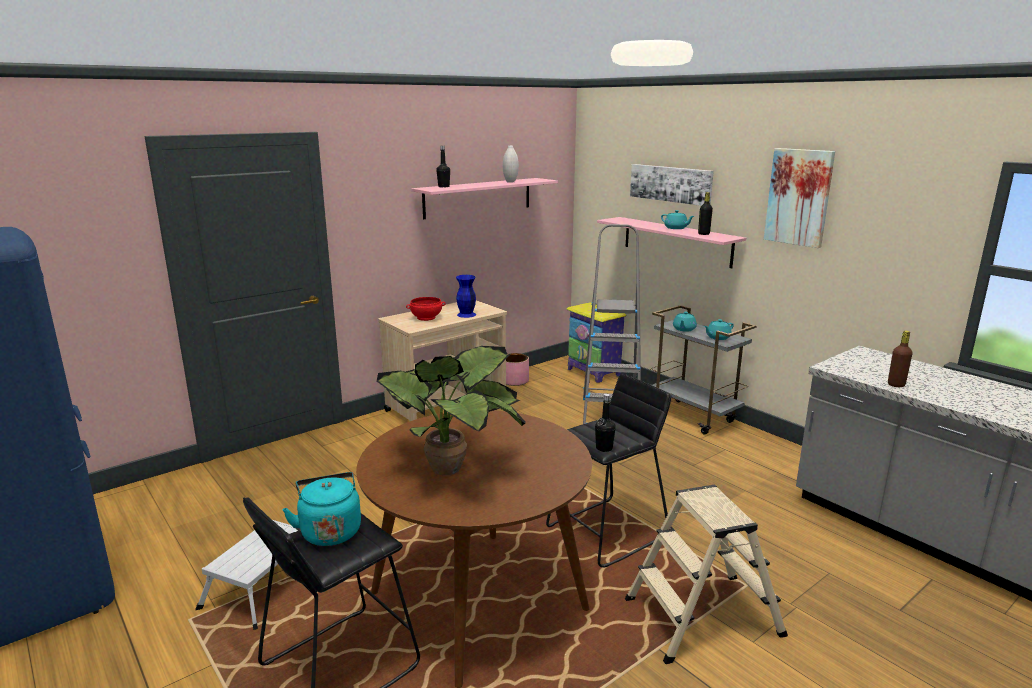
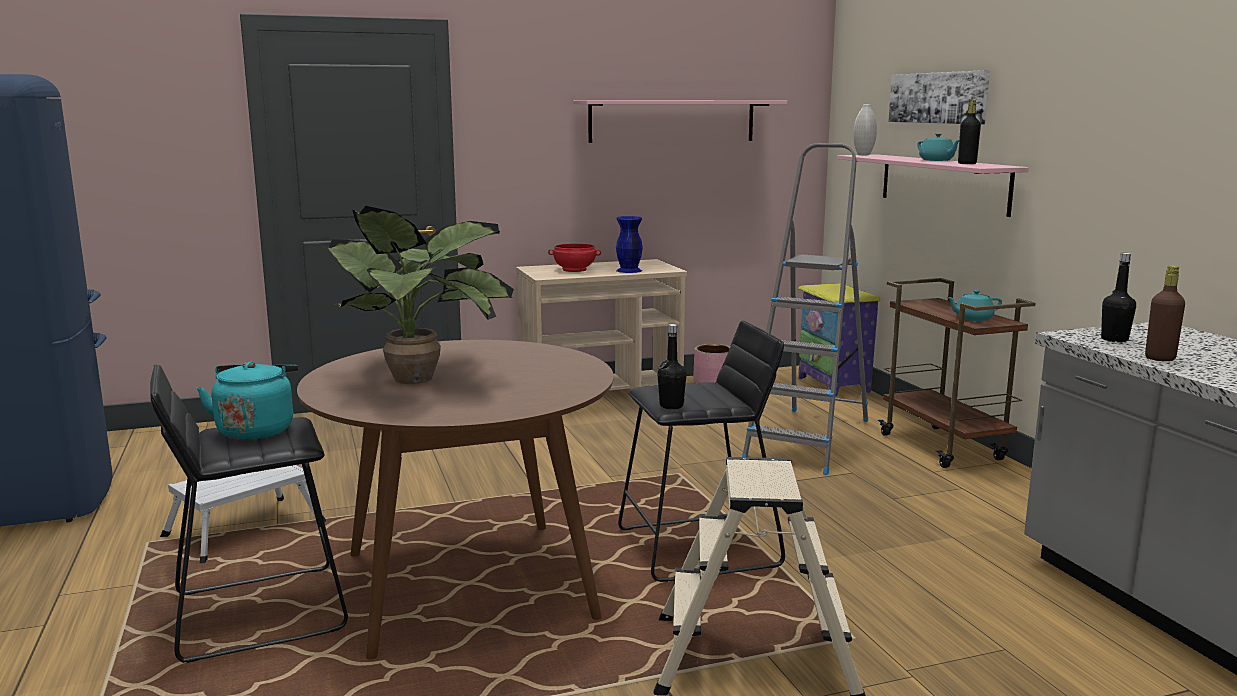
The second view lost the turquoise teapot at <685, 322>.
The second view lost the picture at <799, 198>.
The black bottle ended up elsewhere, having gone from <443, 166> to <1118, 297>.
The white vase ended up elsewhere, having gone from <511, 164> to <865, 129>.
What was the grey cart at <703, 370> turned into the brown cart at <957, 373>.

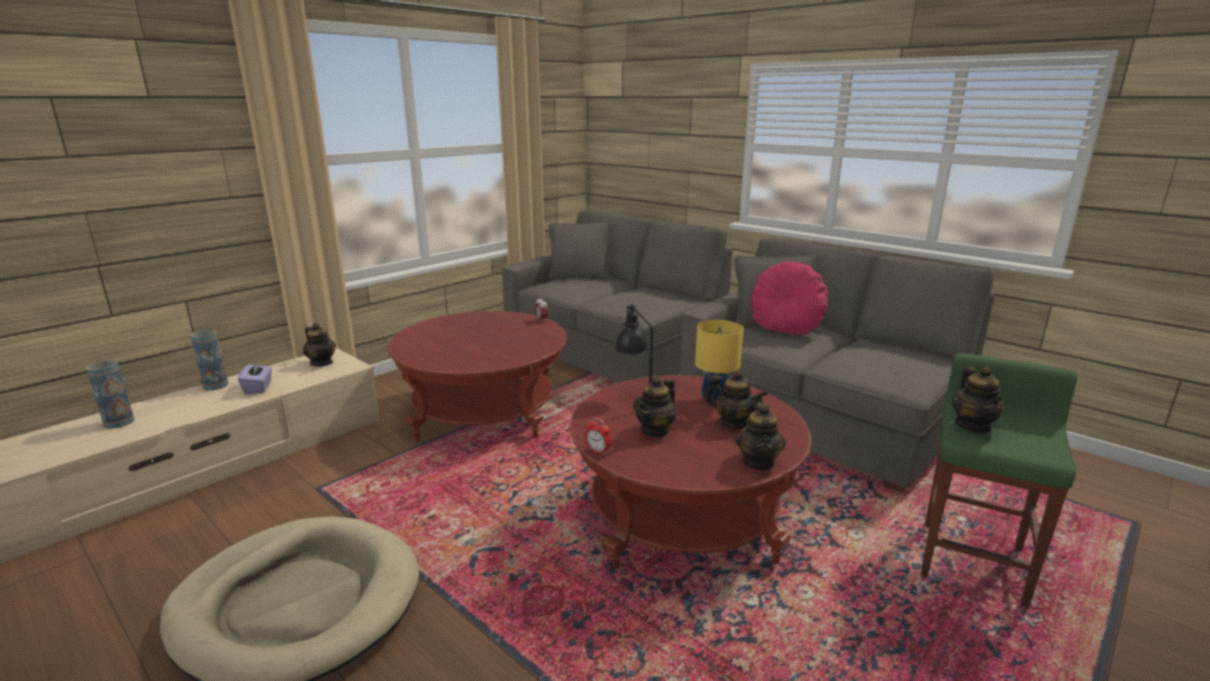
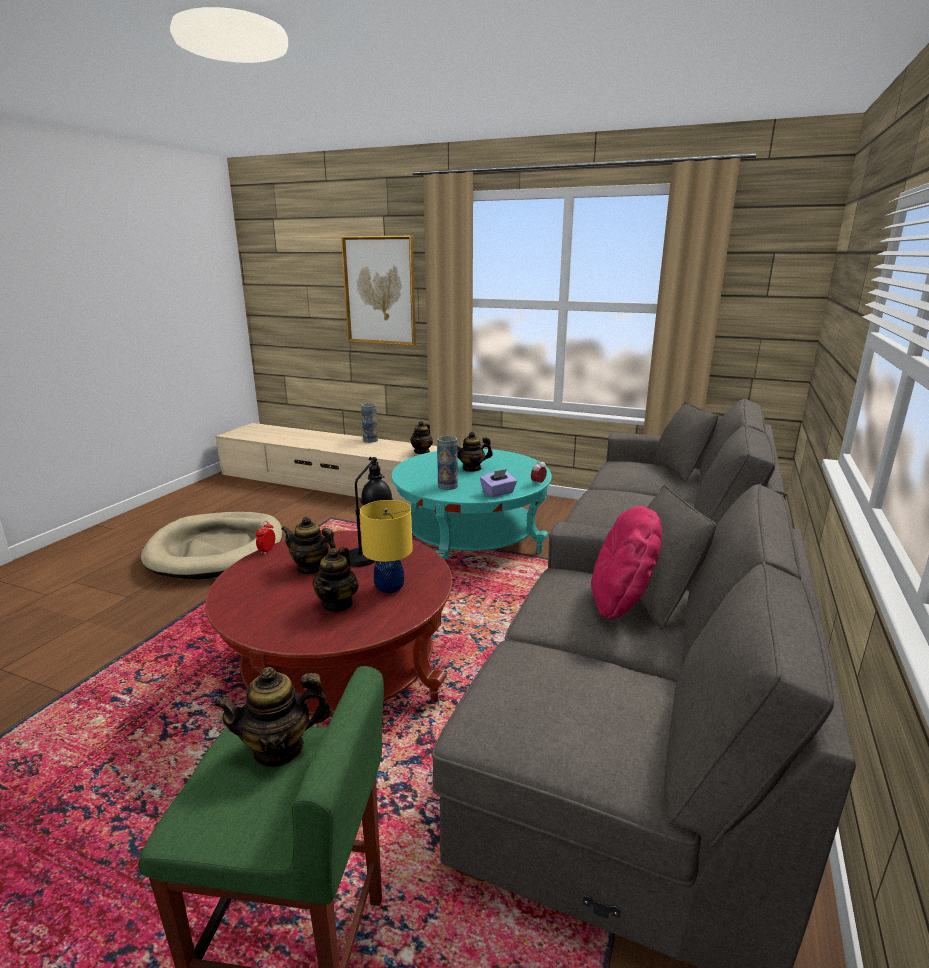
The second view gained the picture at <378, 290>.
The vase ended up elsewhere, having gone from <110, 394> to <447, 463>.
The purple tissue box ended up elsewhere, having gone from <255, 377> to <498, 483>.
The teapot ended up elsewhere, having gone from <761, 437> to <475, 452>.
What was the red coffee table at <477, 376> turned into the turquoise coffee table at <472, 504>.

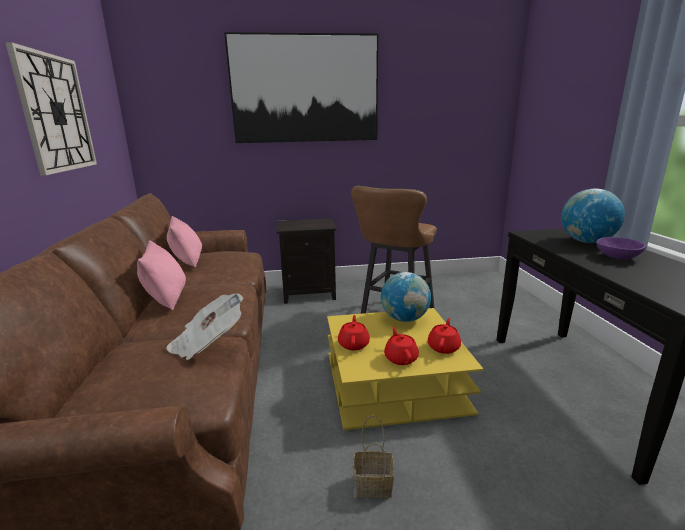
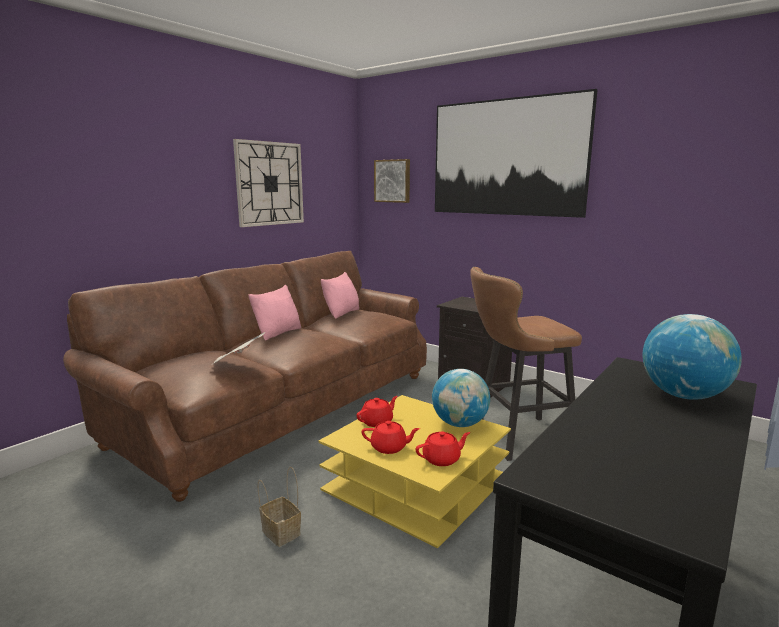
The second view lost the purple bowl at <621, 248>.
The second view gained the picture at <392, 181>.
The red teapot at <401, 346> ended up facing another way, 60 degrees clockwise from before.

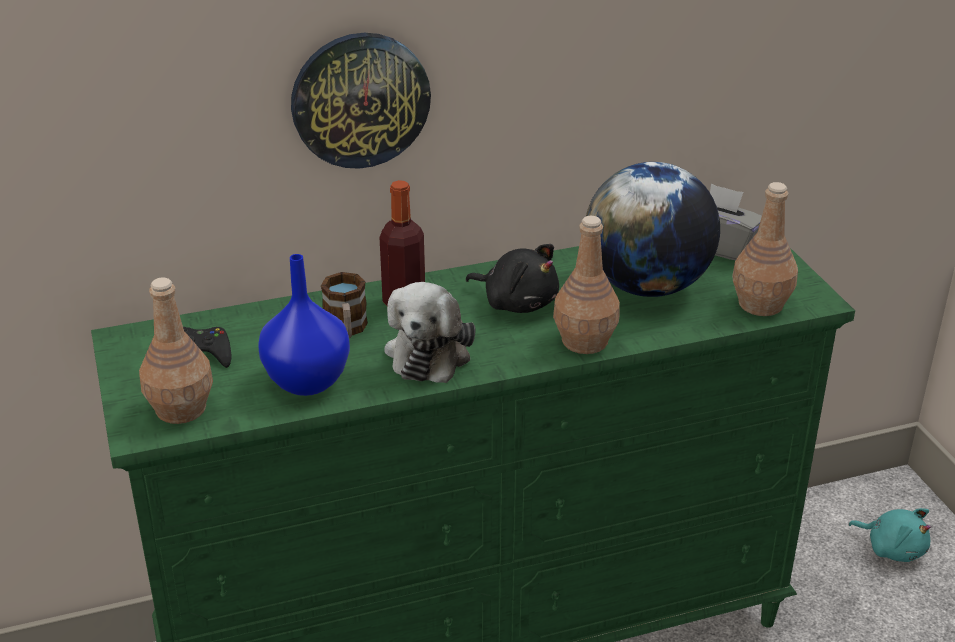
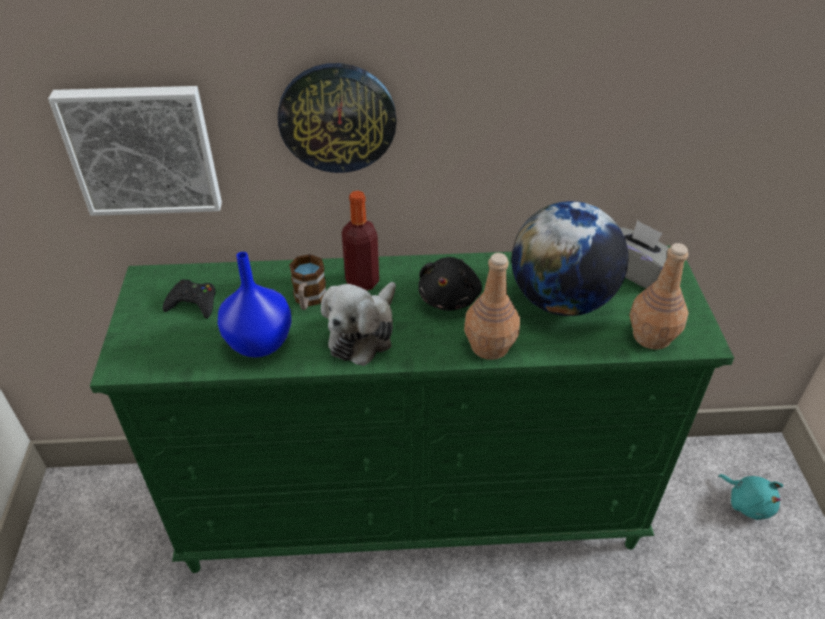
The second view lost the brown bottle at <176, 350>.
The second view gained the picture at <135, 151>.
The black plush toy at <512, 278> ended up facing another way, 60 degrees clockwise from before.

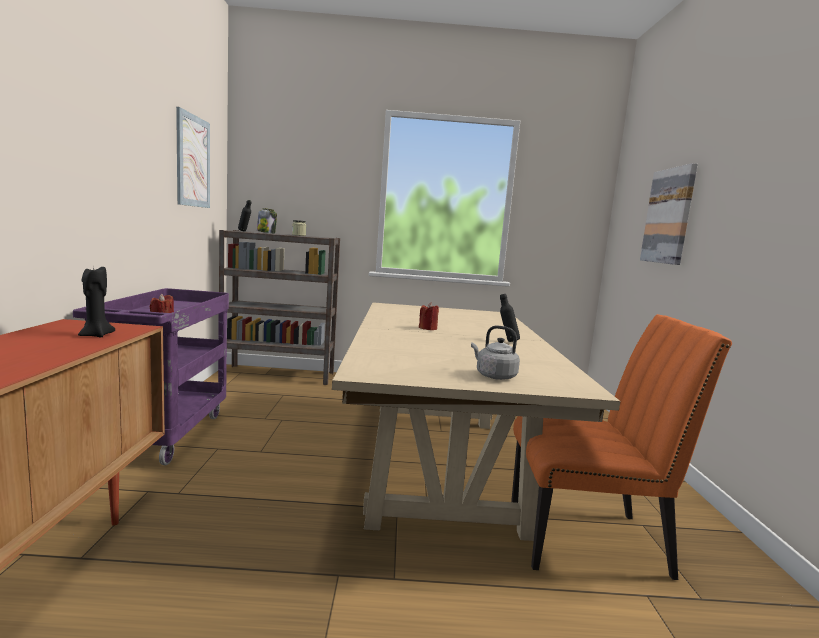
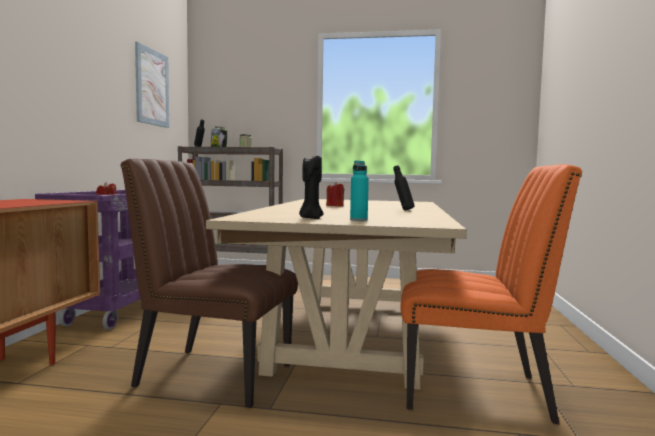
The second view lost the picture at <669, 214>.
The second view gained the brown chair at <209, 283>.
The black candle ended up elsewhere, having gone from <96, 301> to <311, 187>.
Where the grey kettle stood at <495, 352>, the turquoise bottle came to stand at <359, 191>.

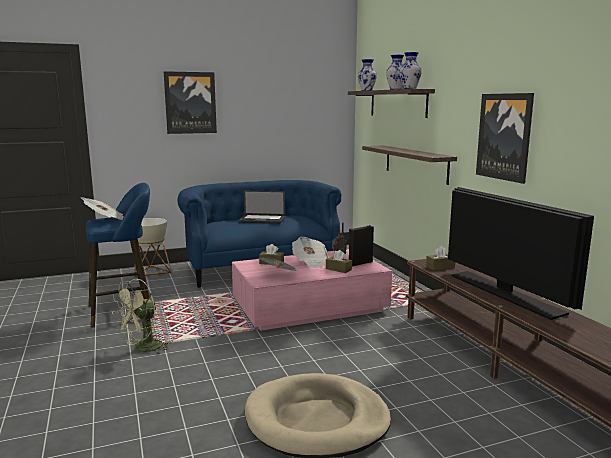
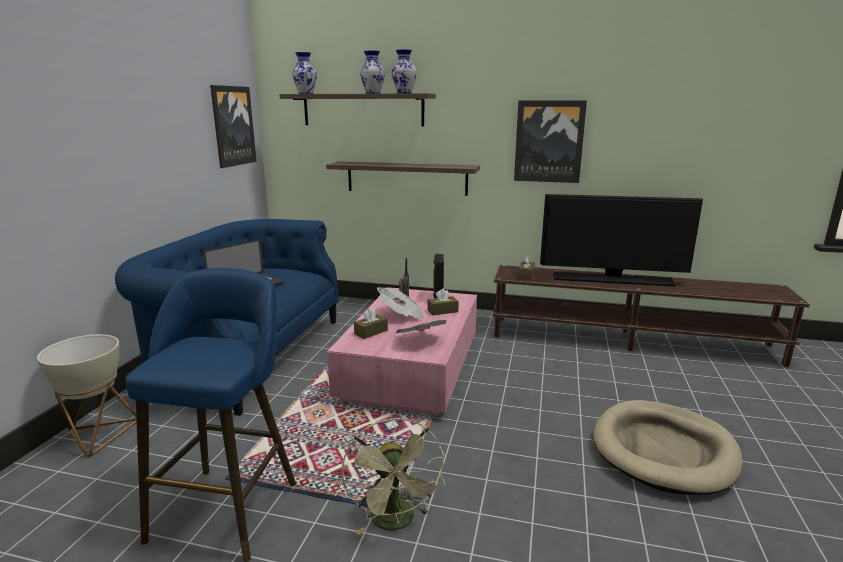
The second view lost the newspaper at <102, 208>.
The picture ended up elsewhere, having gone from <190, 102> to <233, 126>.

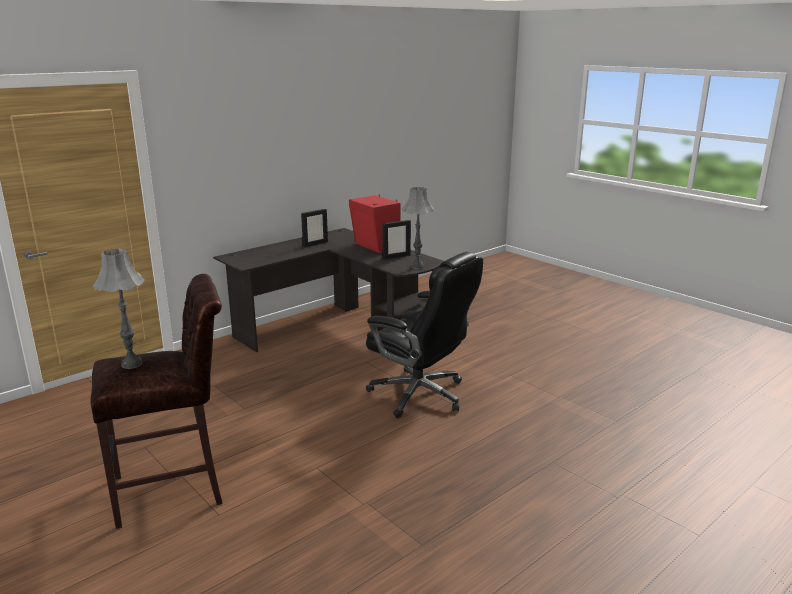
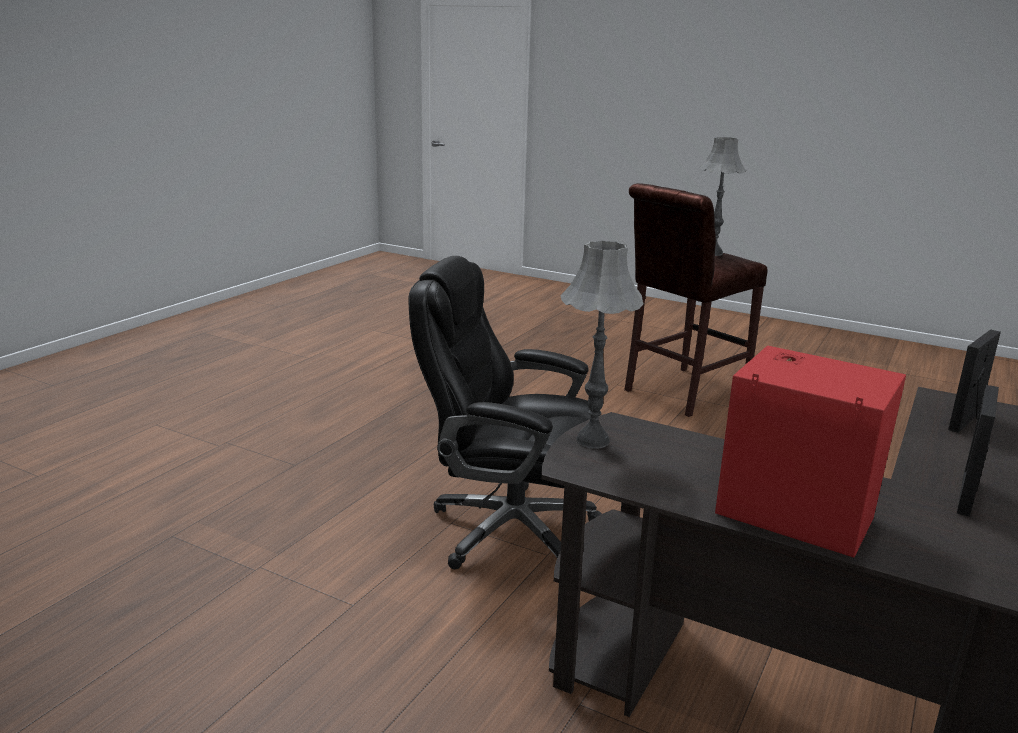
The picture frame ended up elsewhere, having gone from <396, 240> to <974, 381>.

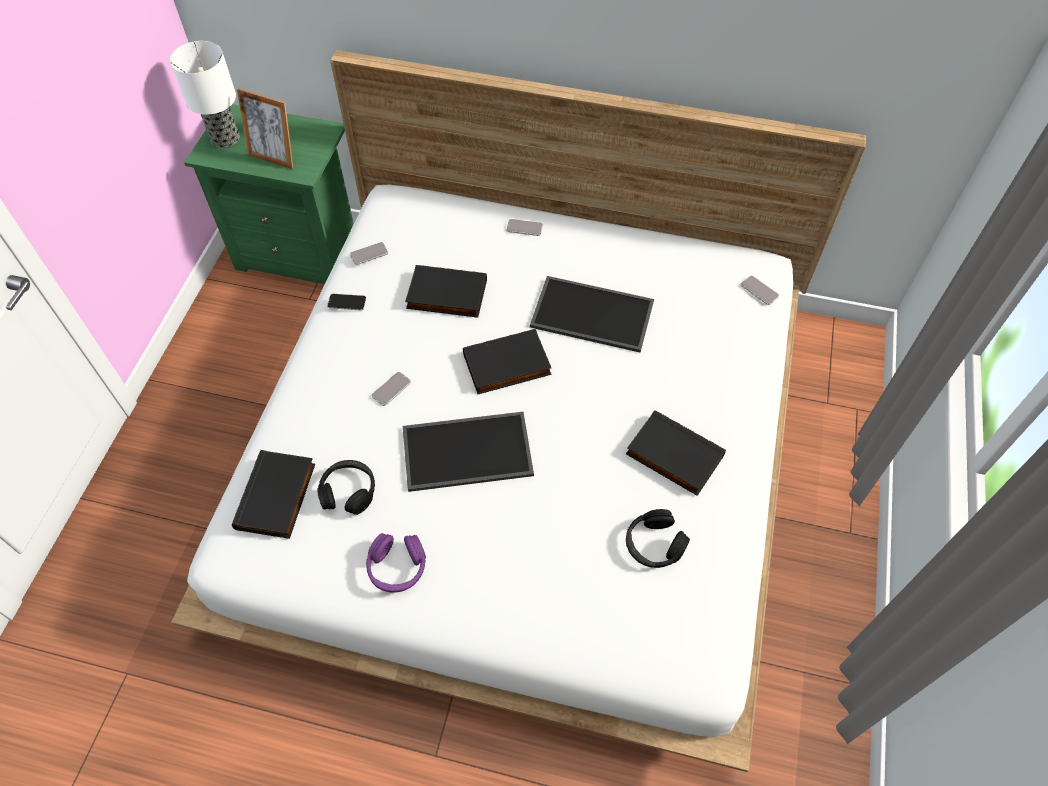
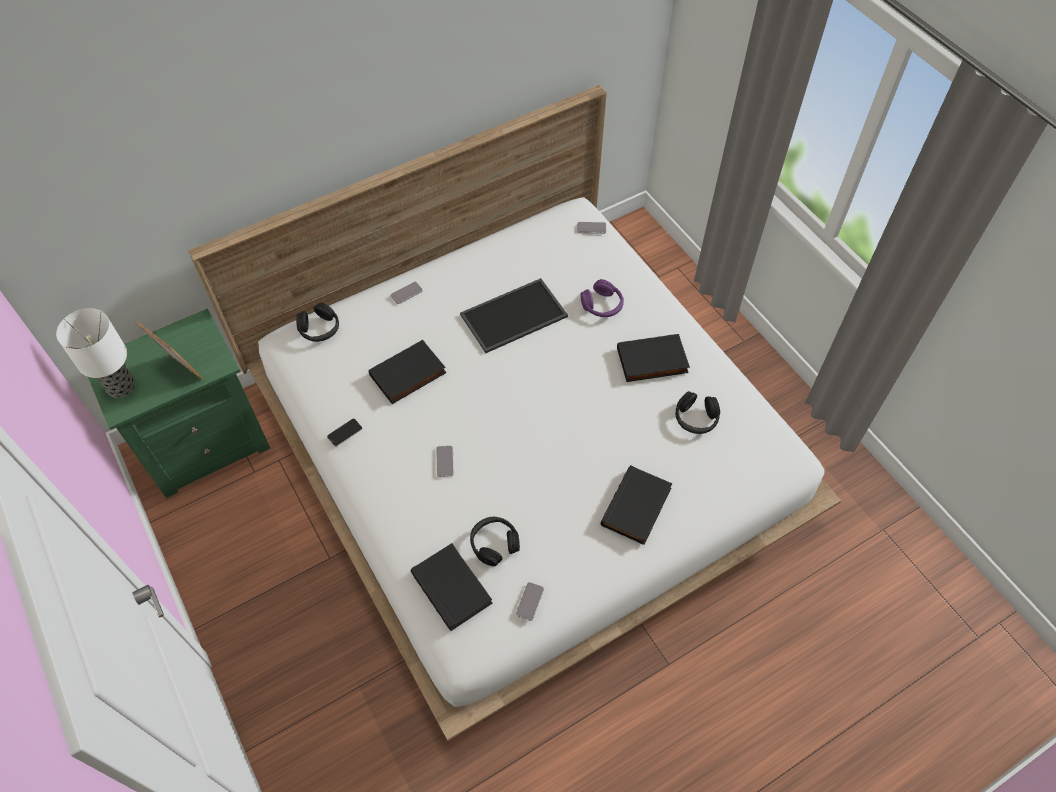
The second view lost the tray at <468, 452>.
The second view gained the black headphones at <317, 322>.
The phone ended up elsewhere, having gone from <369, 253> to <530, 601>.
The purple headphones ended up elsewhere, having gone from <396, 562> to <602, 298>.
The black book ended up elsewhere, having gone from <507, 361> to <636, 505>.
The picture frame at <265, 128> ended up facing another way, 120 degrees counterclockwise from before.

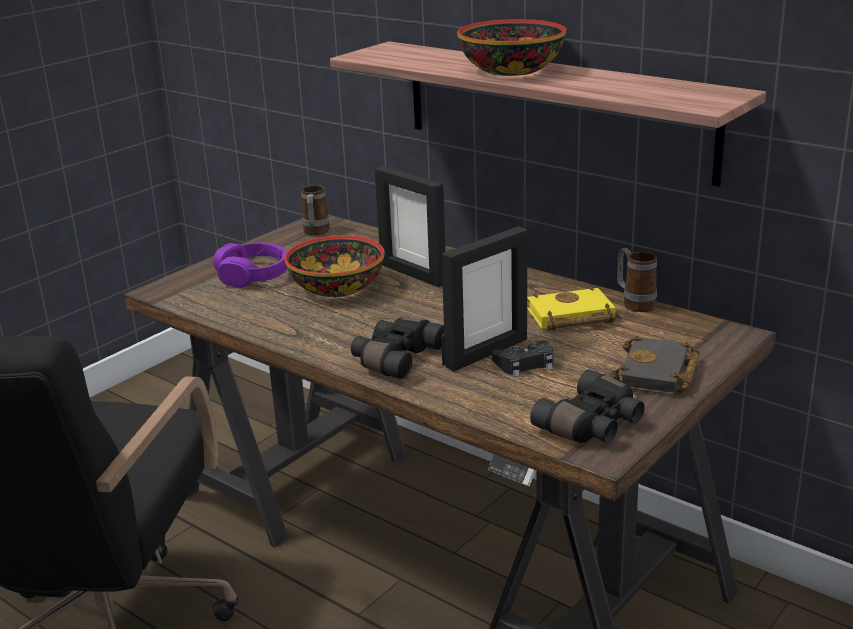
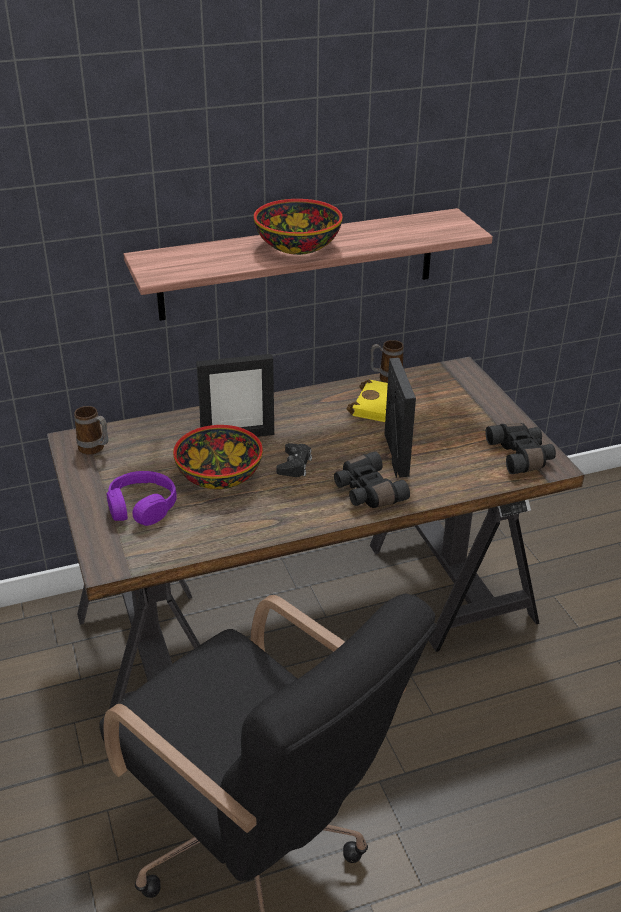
The second view lost the black book at <655, 365>.
The black game controller ended up elsewhere, having gone from <522, 358> to <294, 460>.

